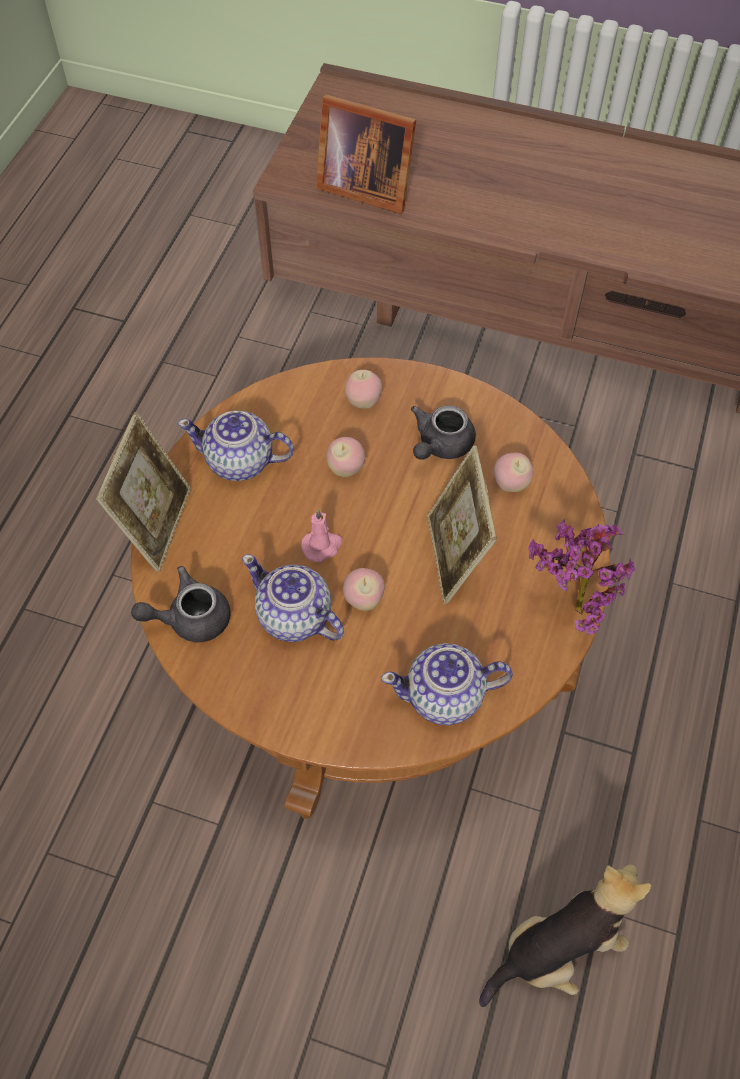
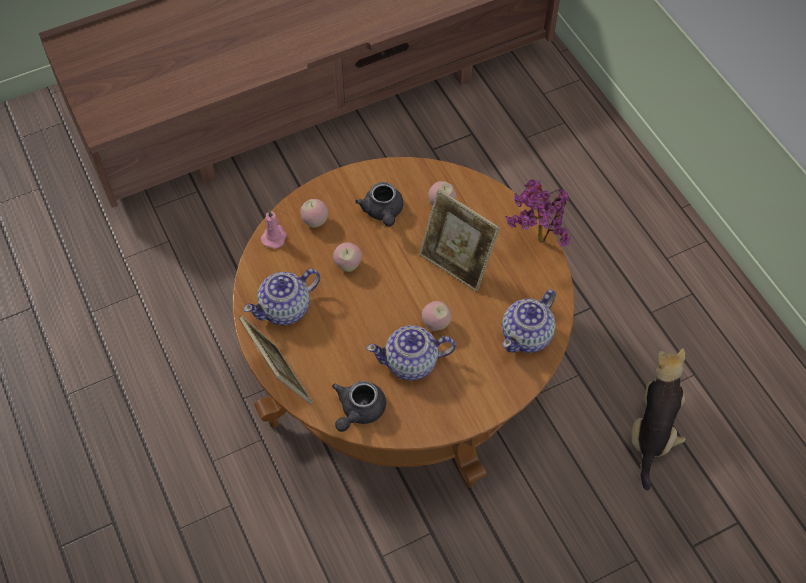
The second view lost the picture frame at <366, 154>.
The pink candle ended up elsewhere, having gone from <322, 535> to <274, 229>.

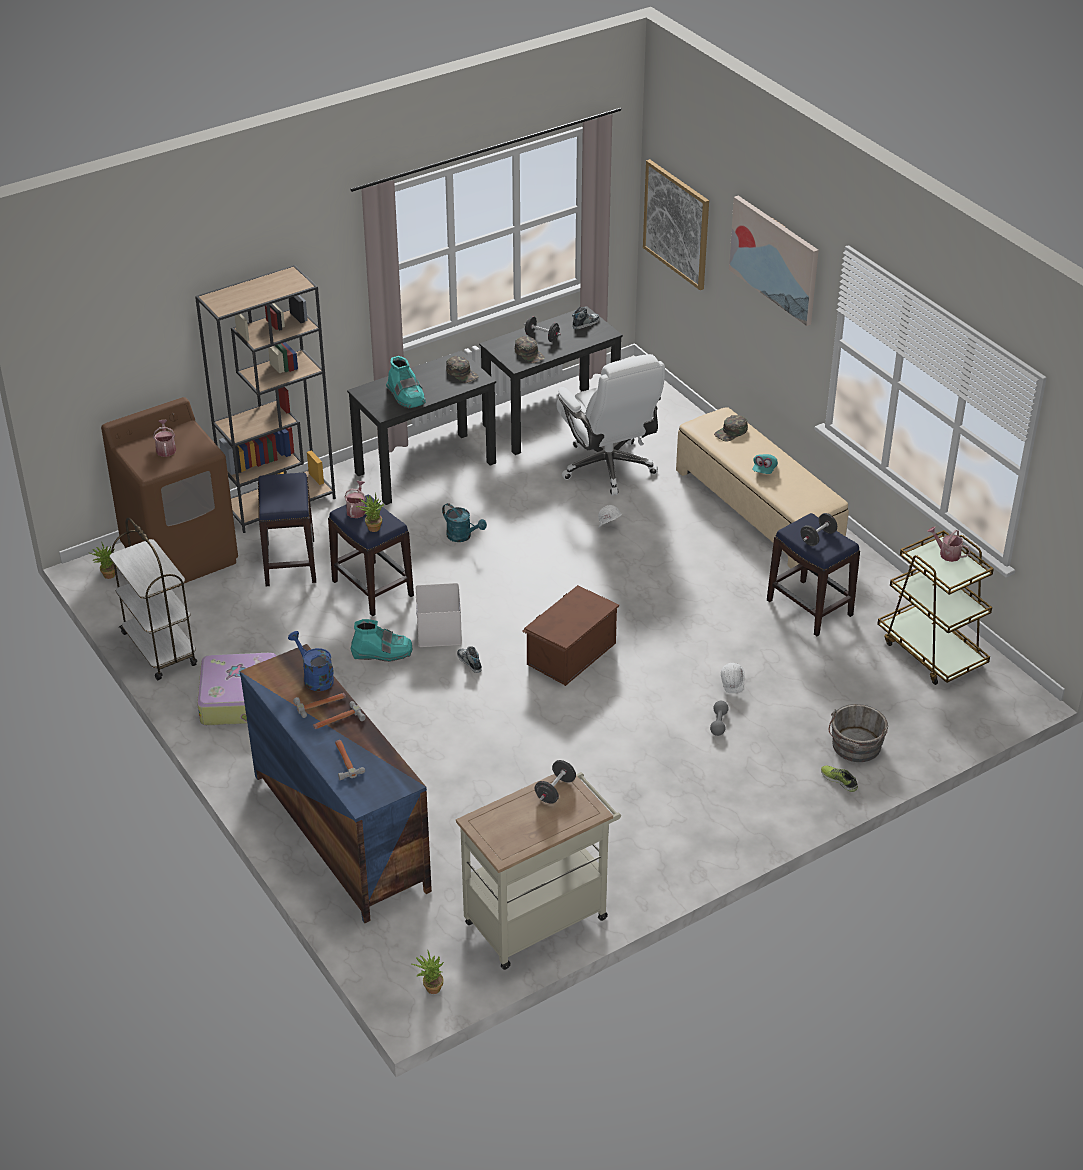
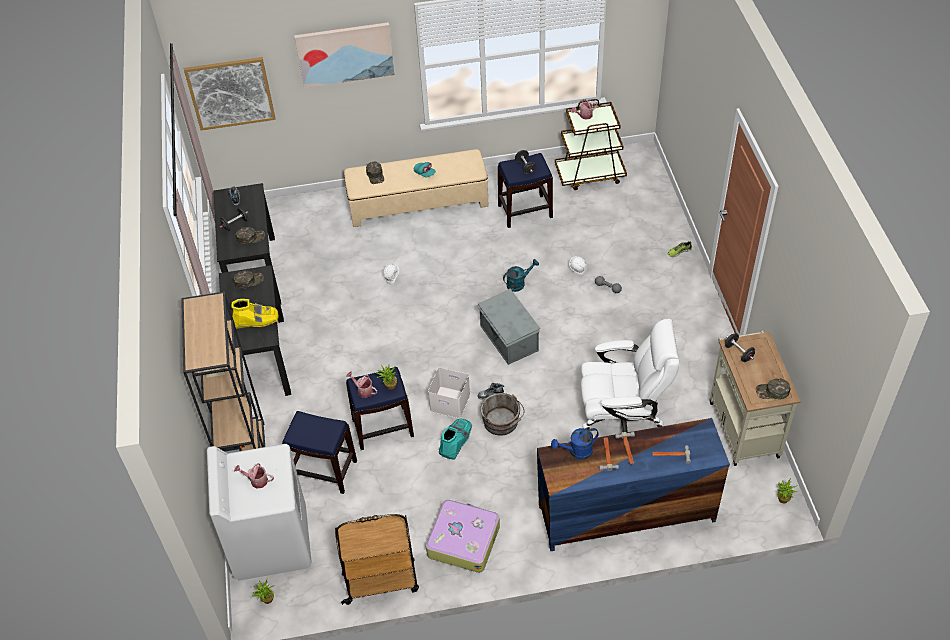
The second view gained the green cap at <773, 388>.
The turquoise watering can ended up elsewhere, having gone from <464, 522> to <521, 275>.
The white office chair ended up elsewhere, having gone from <610, 425> to <630, 376>.
The grey bucket ended up elsewhere, having gone from <858, 733> to <502, 414>.
What was the brown washing machine at <169, 490> turned into the white washing machine at <259, 512>.
What was the white cart at <153, 599> turned into the brown cart at <377, 559>.
What was the turquoise boot at <406, 382> turned into the yellow boot at <255, 314>.
What was the brown storage box at <570, 635> turned into the grey storage box at <508, 327>.

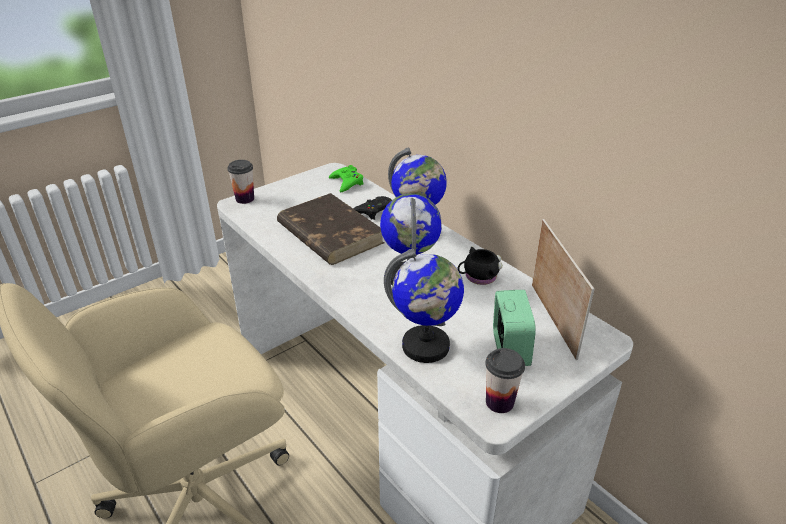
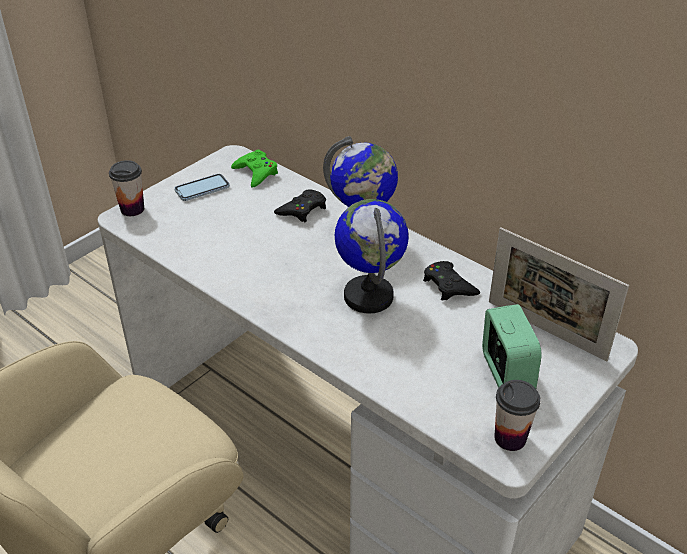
The second view lost the brown book at <330, 229>.
The second view lost the globe at <424, 306>.
The second view gained the phone at <202, 187>.
Where the black mug stood at <480, 266>, the black game controller came to stand at <451, 281>.
The picture frame at <563, 289> ended up facing another way, 150 degrees clockwise from before.

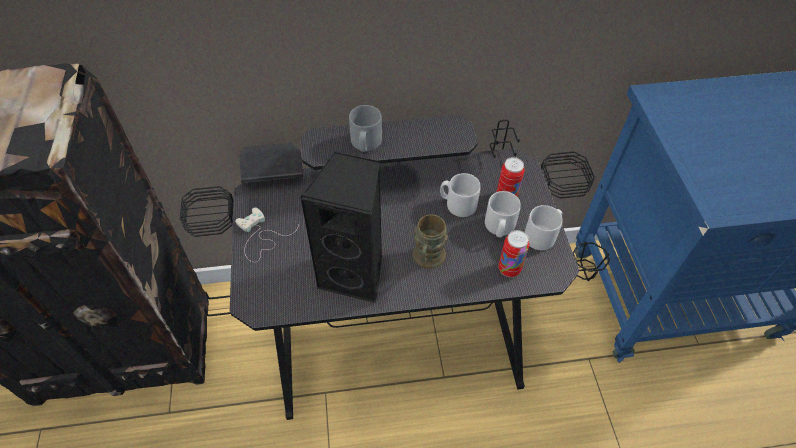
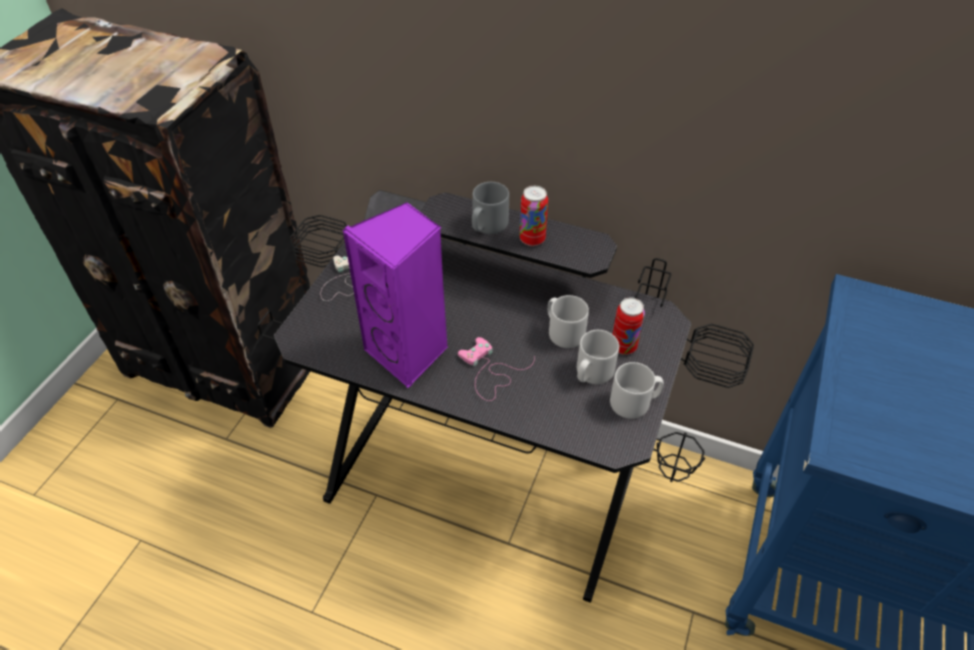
The can ended up elsewhere, having gone from <514, 253> to <534, 216>.
Where the brown mug stood at <430, 242>, the pink game controller came to stand at <496, 369>.
What was the black speaker at <340, 227> turned into the purple speaker at <395, 295>.

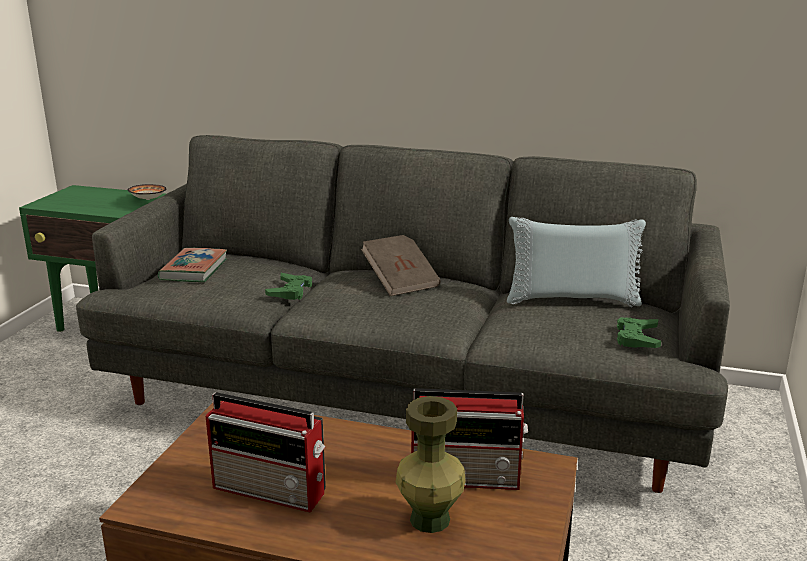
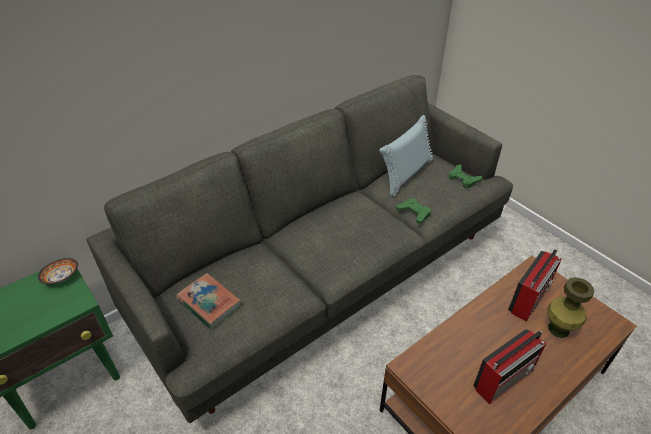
The second view lost the brown book at <401, 265>.
The green game controller ended up elsewhere, having gone from <288, 286> to <413, 211>.

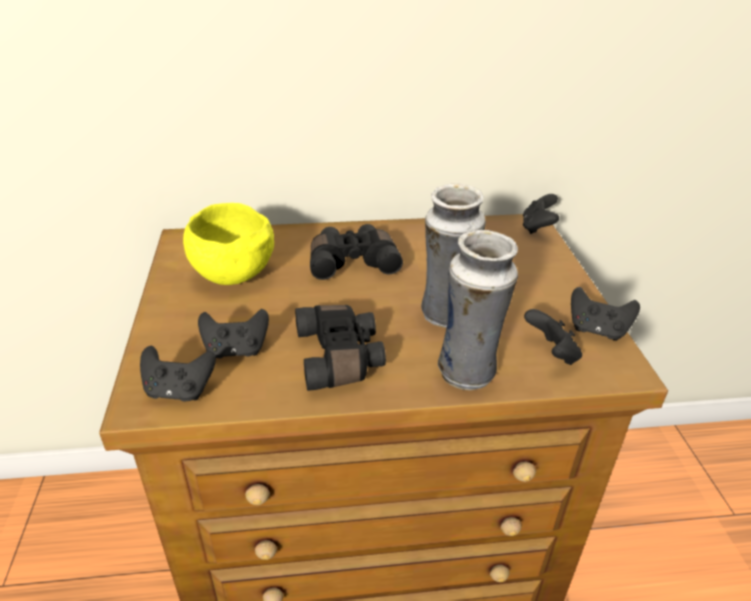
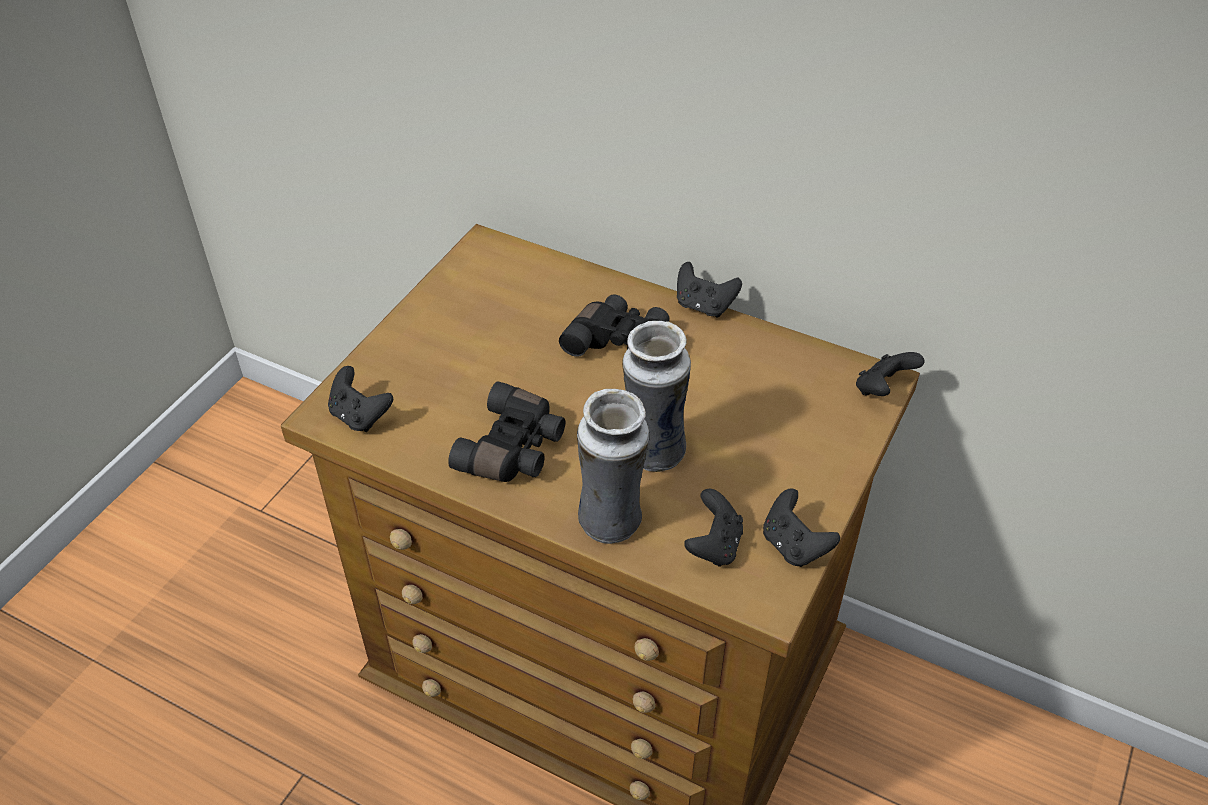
The second view lost the yellow bowl at <228, 244>.
The black game controller ended up elsewhere, having gone from <233, 333> to <709, 289>.

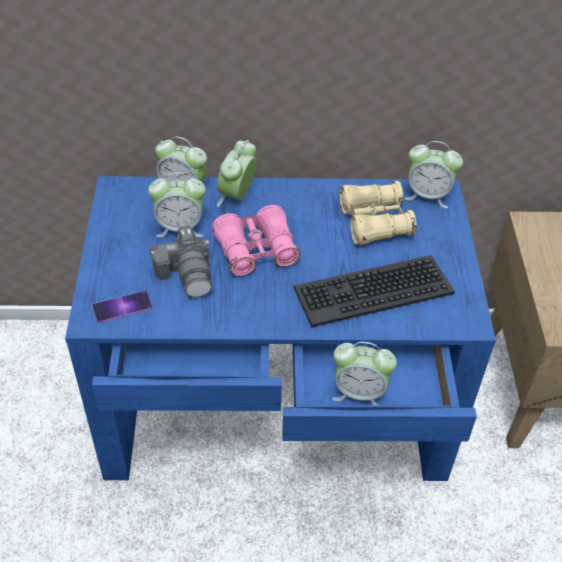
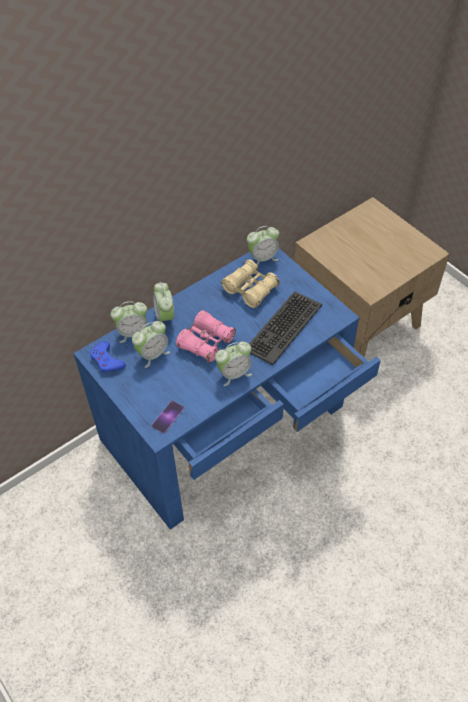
The second view lost the photo camera at <181, 262>.
The second view gained the blue game controller at <108, 357>.
The alarm clock ended up elsewhere, having gone from <364, 373> to <233, 364>.

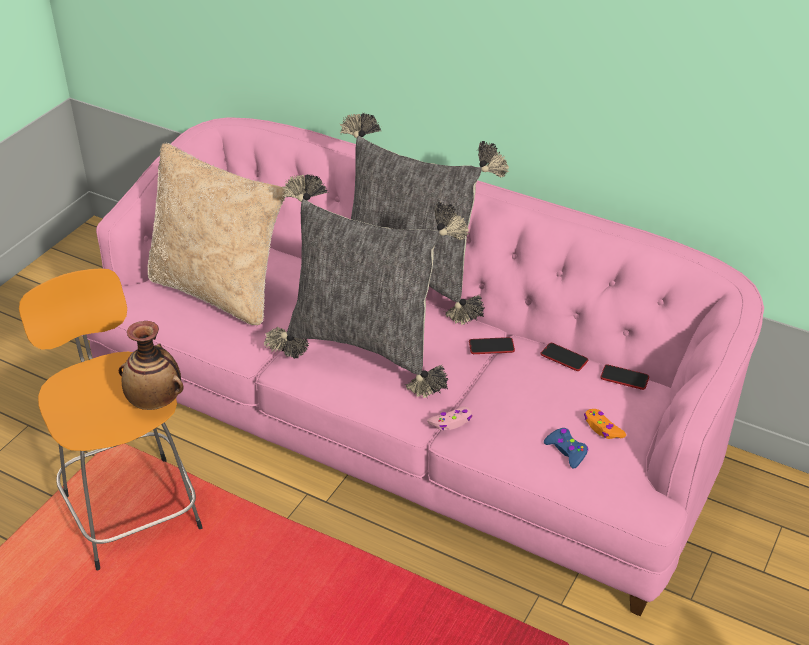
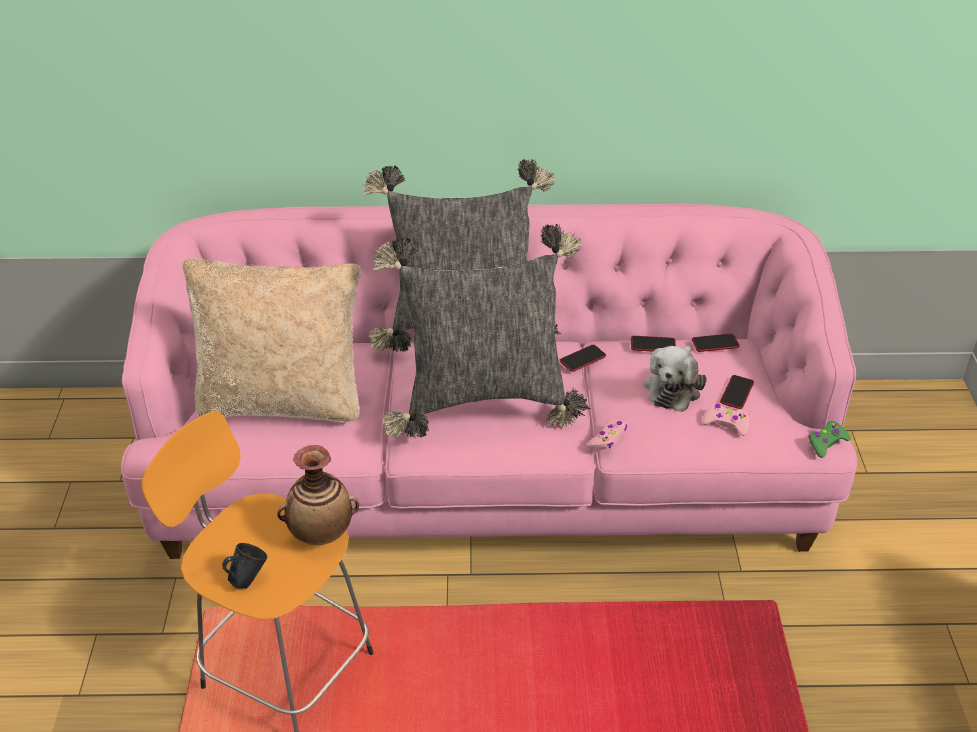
The second view gained the blue mug at <244, 566>.
The second view gained the plush toy at <675, 379>.
The second view gained the green game controller at <829, 439>.
Where the orange game controller stood at <605, 424>, the phone came to stand at <737, 392>.
What was the blue game controller at <566, 448> turned into the pink game controller at <725, 419>.

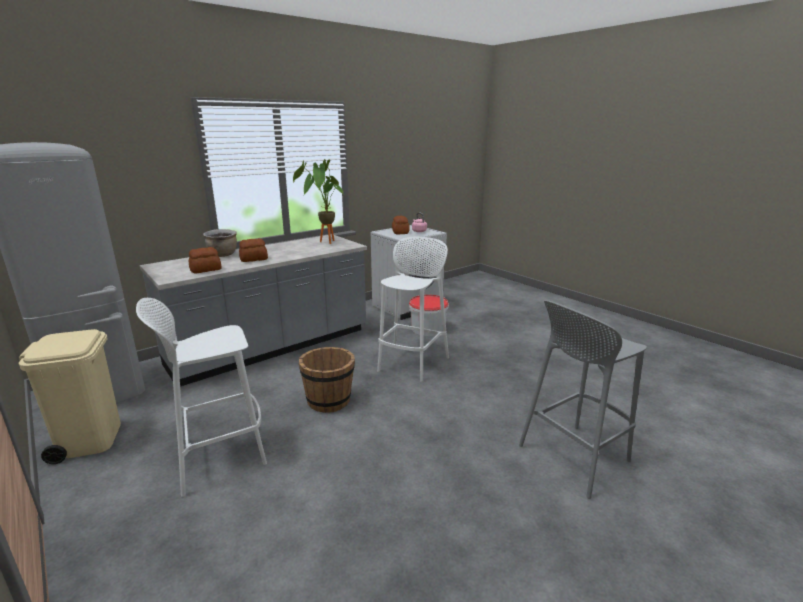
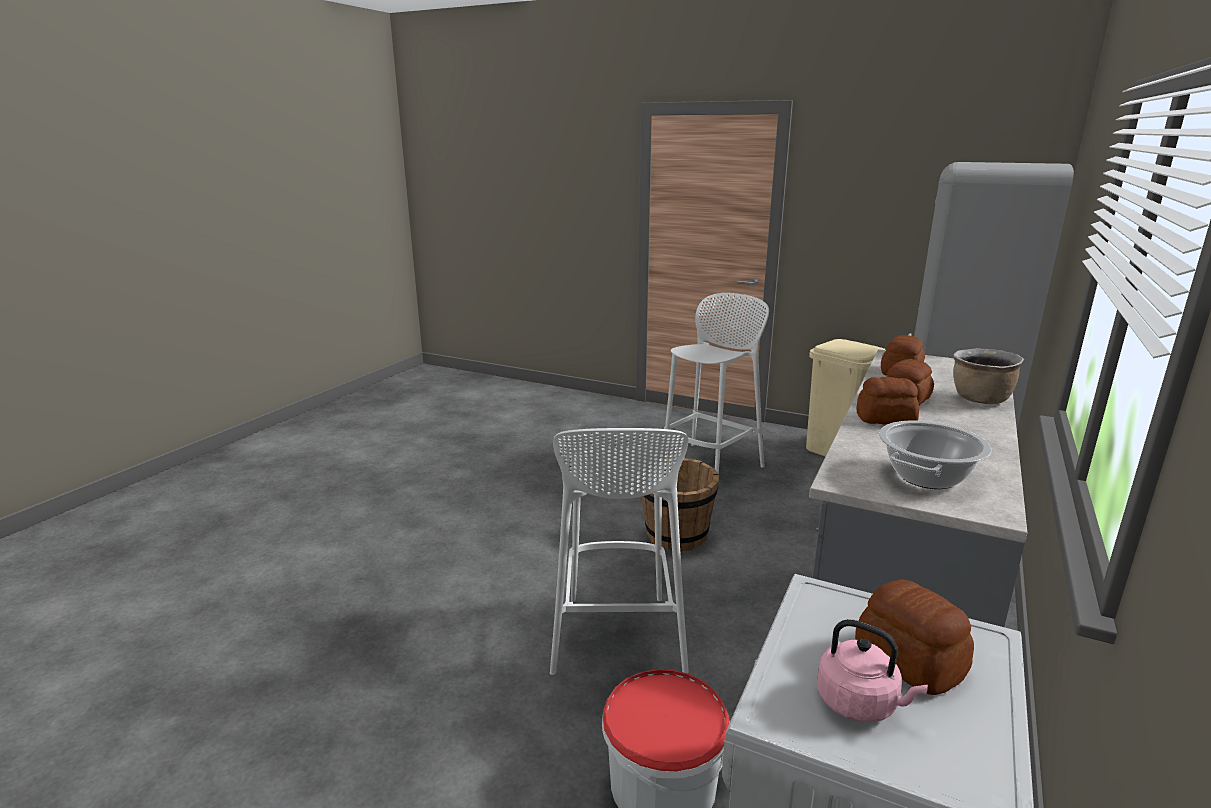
The second view lost the grey stool at <583, 399>.
The second view gained the bread at <887, 401>.
Where the potted plant stood at <318, 201>, the cooking pot came to stand at <935, 454>.

